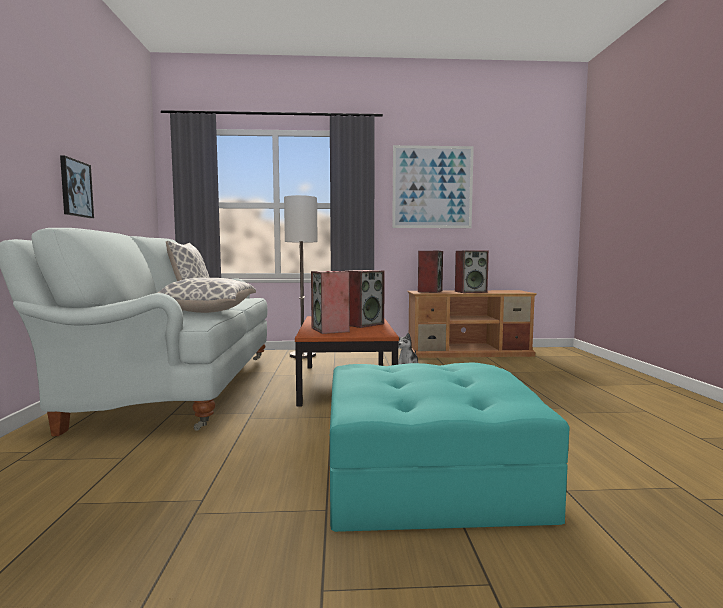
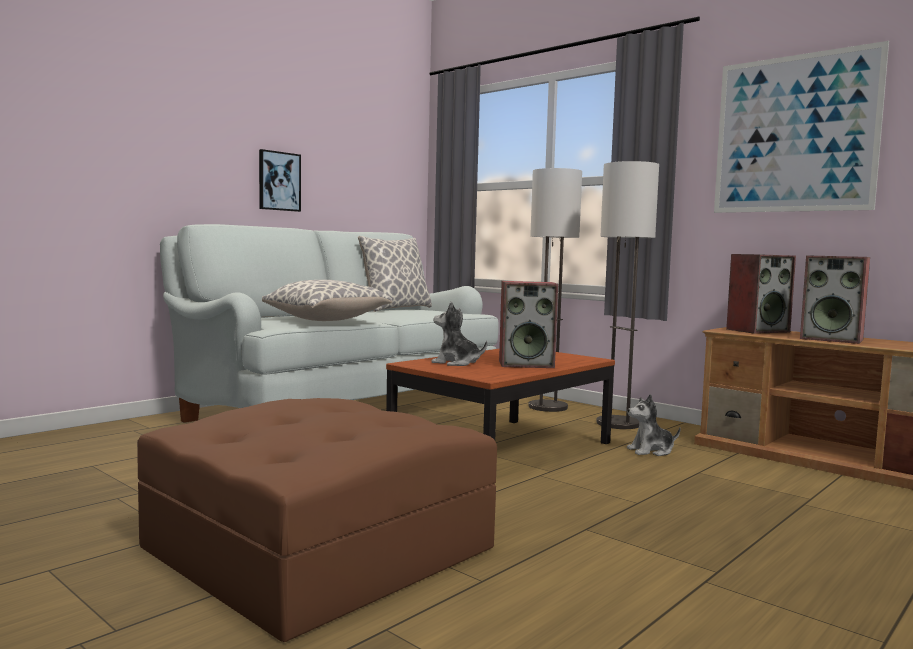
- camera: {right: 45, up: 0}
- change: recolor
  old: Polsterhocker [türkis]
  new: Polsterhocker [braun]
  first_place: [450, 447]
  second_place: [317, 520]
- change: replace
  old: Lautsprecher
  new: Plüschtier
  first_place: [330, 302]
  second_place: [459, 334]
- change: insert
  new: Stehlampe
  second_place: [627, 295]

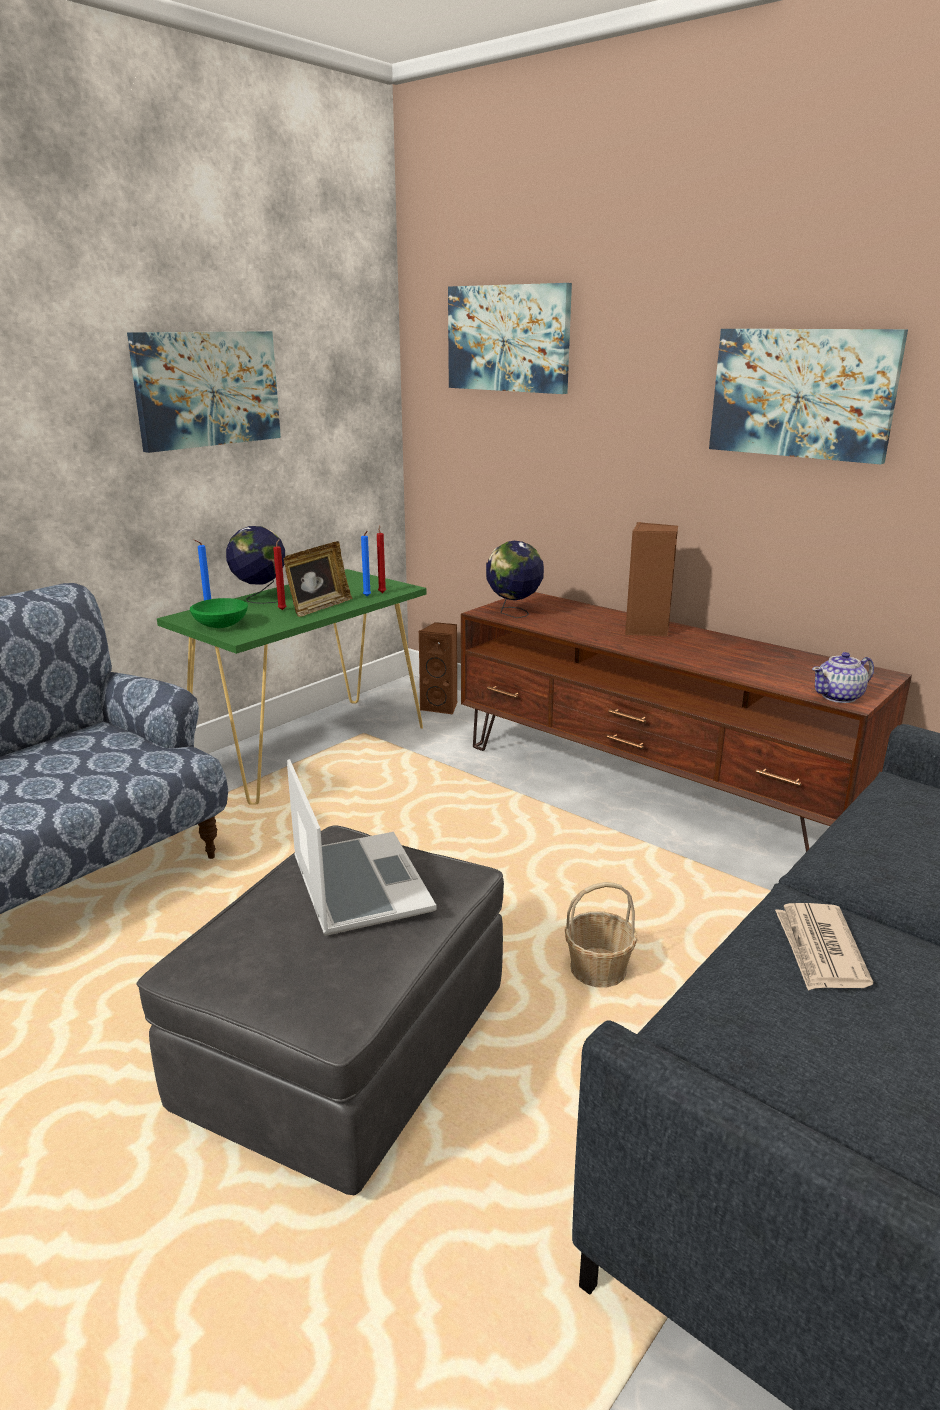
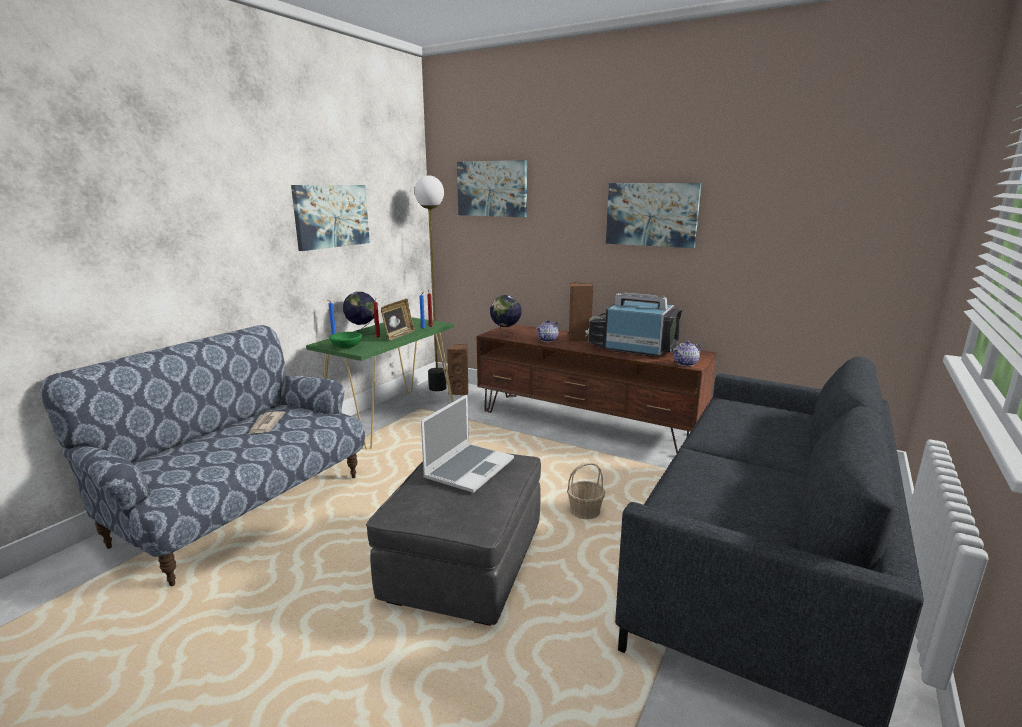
- camera: {right: -10, up: -5}
- change: move
  old: Zeitung
  first_place: [824, 947]
  second_place: [266, 422]
- change: insert
  new: Stehlampe
  second_place: [430, 283]
- change: rotate
  old: Laptop
  first_place: [361, 847]
  second_place: [467, 444]
  degrees: 60
- change: insert
  new: Teekanne
  second_place: [547, 331]
- change: insert
  new: Fernseher
  second_place: [633, 325]

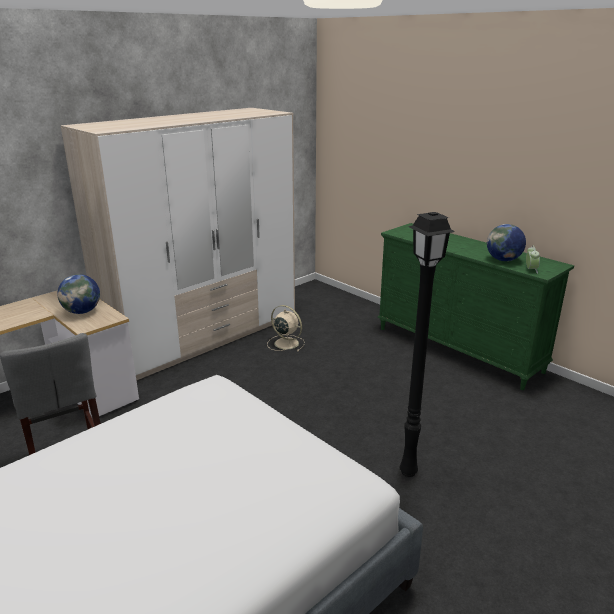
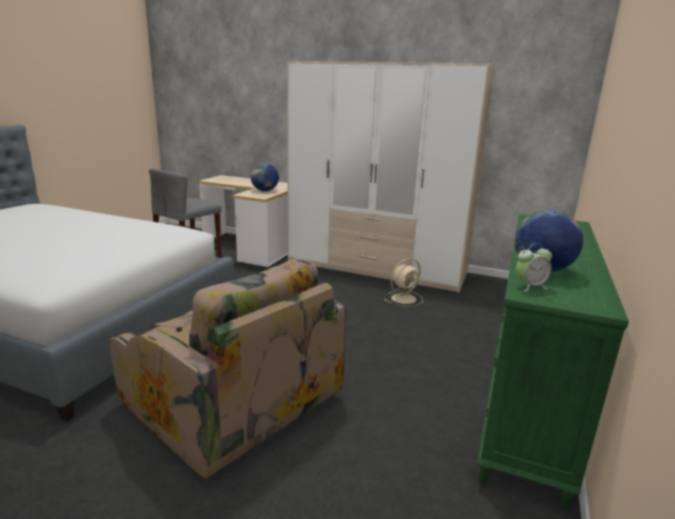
- camera: {right: 65, up: -5}
- change: replace
  old: Stehlampe [schwarz]
  new: Sessel
  first_place: [427, 344]
  second_place: [228, 368]
- change: rotate
  old: Ventilator [beige]
  first_place: [286, 328]
  second_place: [404, 282]
  degrees: 45

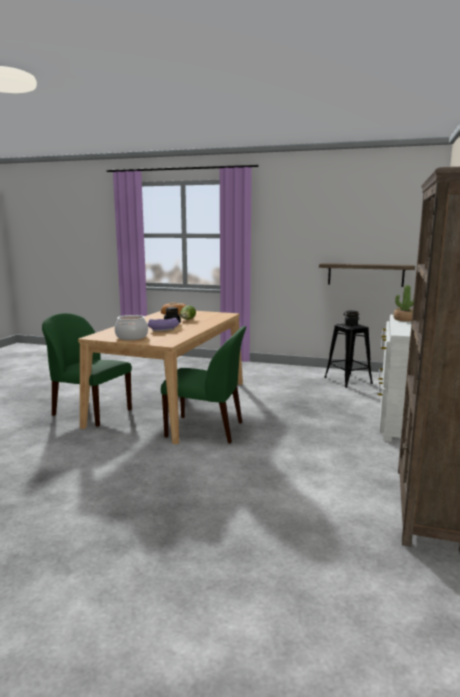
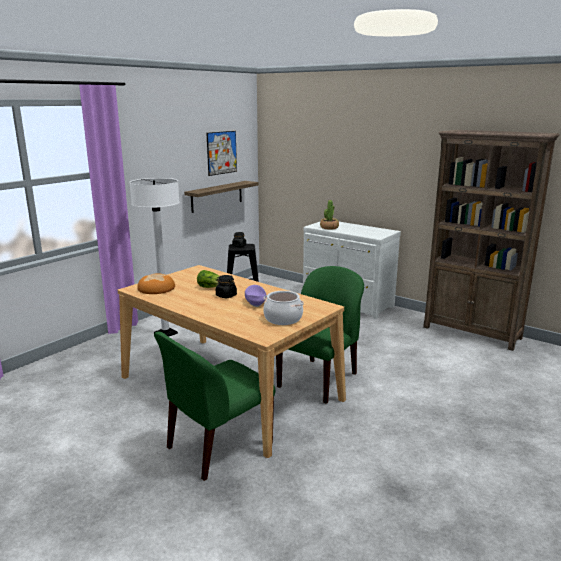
- camera: {right: -70, up: 5}
- change: insert
  new: Stehlampe [weiß]
  second_place: [154, 257]
- change: insert
  new: Bild
  second_place: [222, 153]

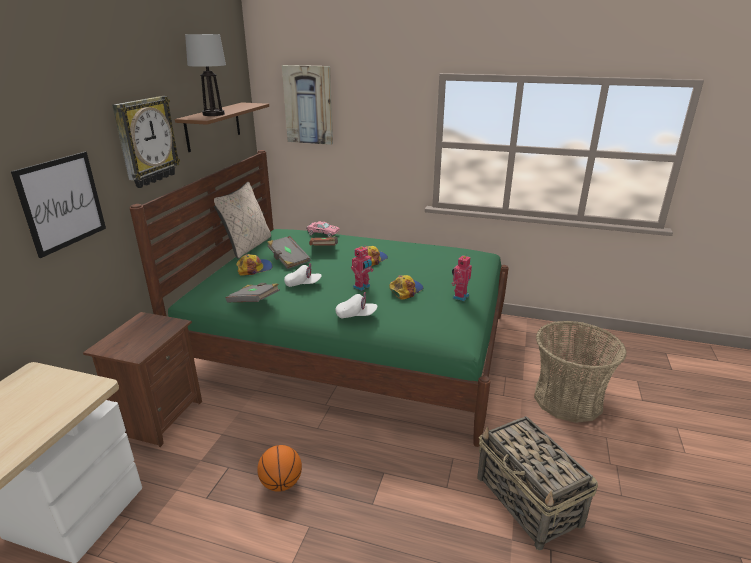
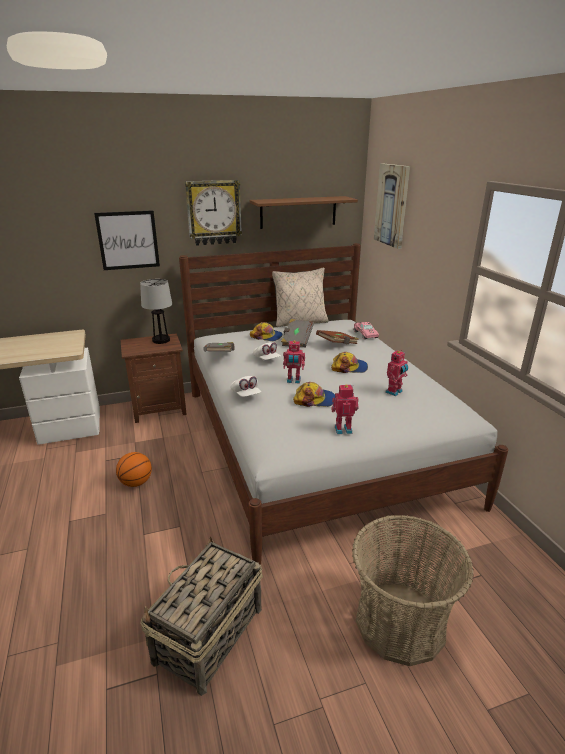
- camera: {right: 55, up: 0}
- change: move
  old: Tischlampe
  first_place: [205, 75]
  second_place: [156, 311]
- change: recolor
  old: Bett [grün]
  new: Bett [weiß]
  first_place: [319, 298]
  second_place: [343, 404]
- change: insert
  new: Spielzeugroboter
  second_place: [396, 373]

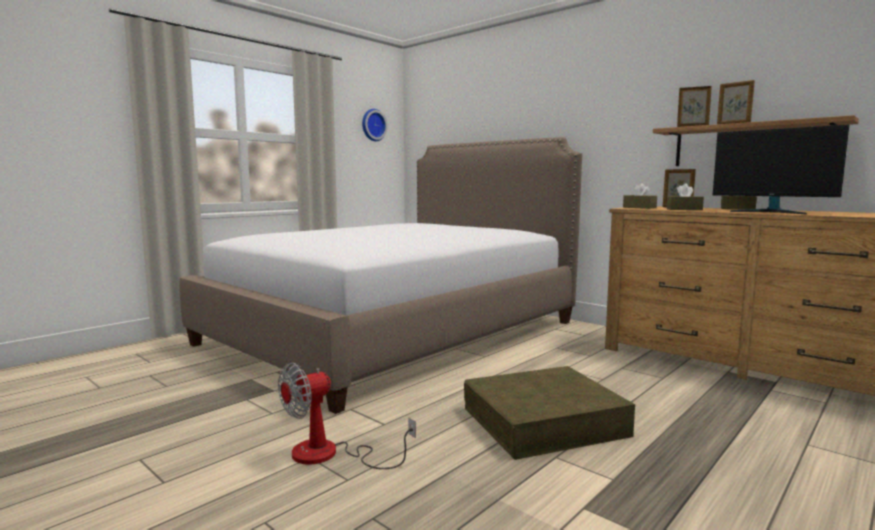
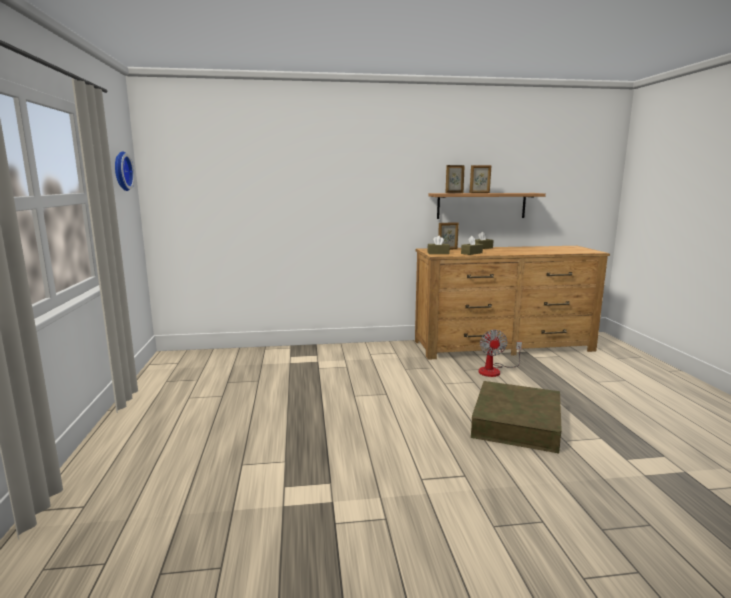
- camera: {right: -50, up: 5}
- change: move
  old: Ventilator
  first_place: [347, 416]
  second_place: [500, 353]
- change: delete
  old: Bett
  first_place: [380, 275]
- change: delete
  old: Monitor
  first_place: [781, 169]

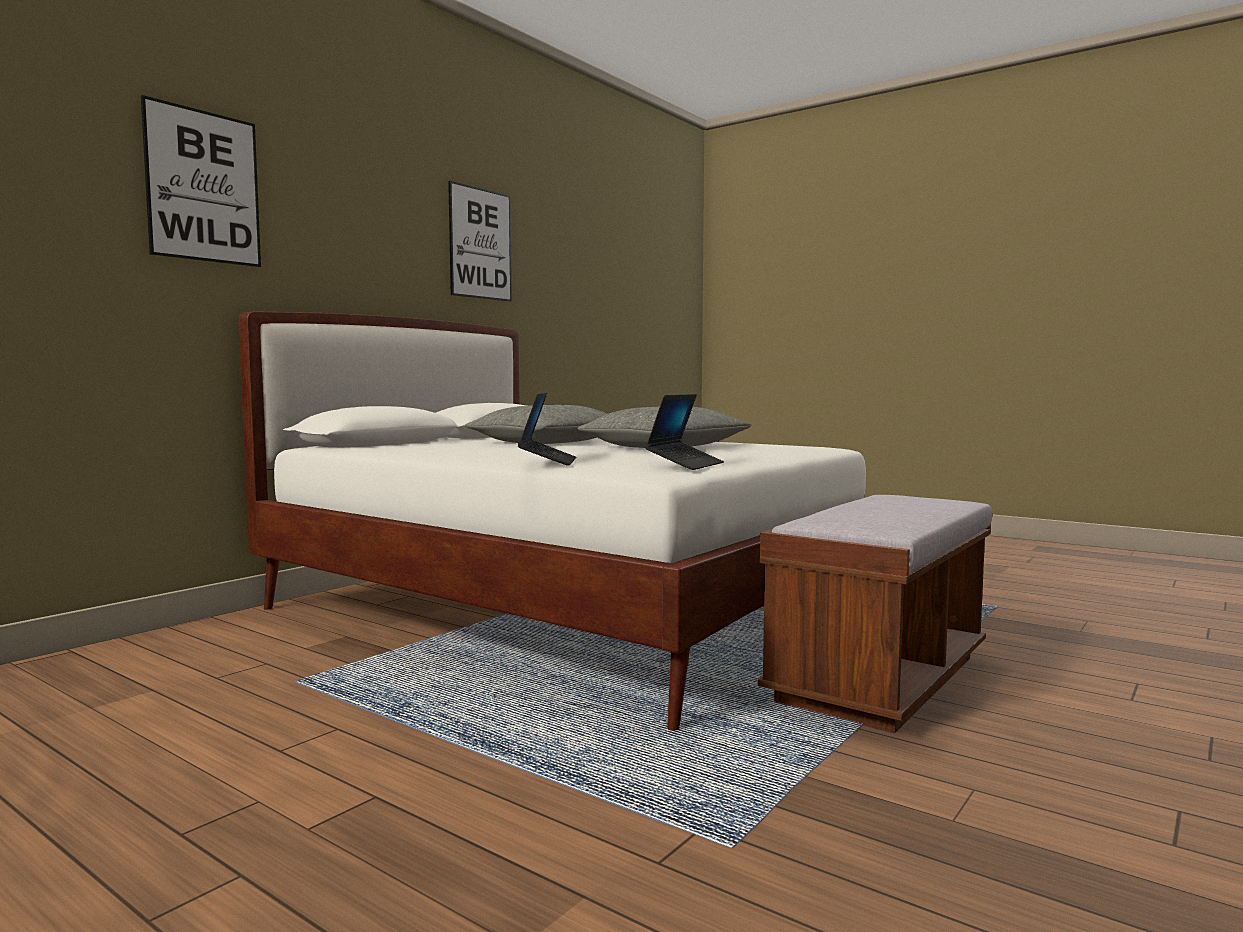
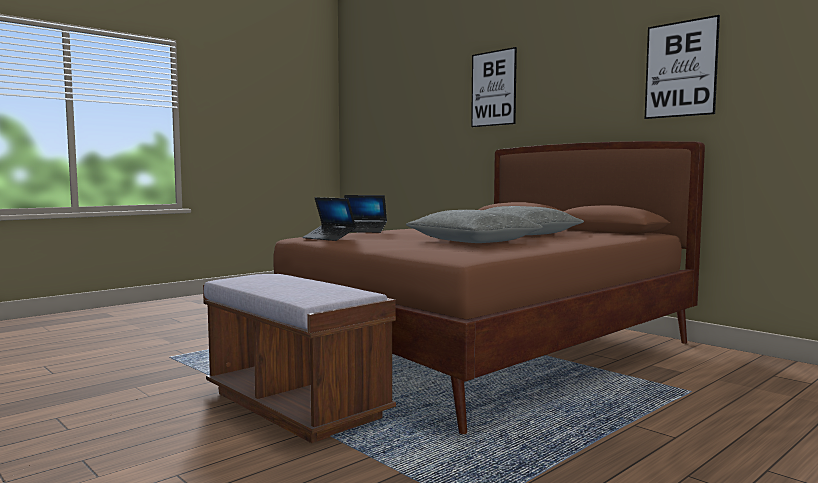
- camera: {right: 100, up: 0}
- change: recolor
  old: Bett [weiß]
  new: Bett [braun]
  first_place: [552, 521]
  second_place: [489, 287]

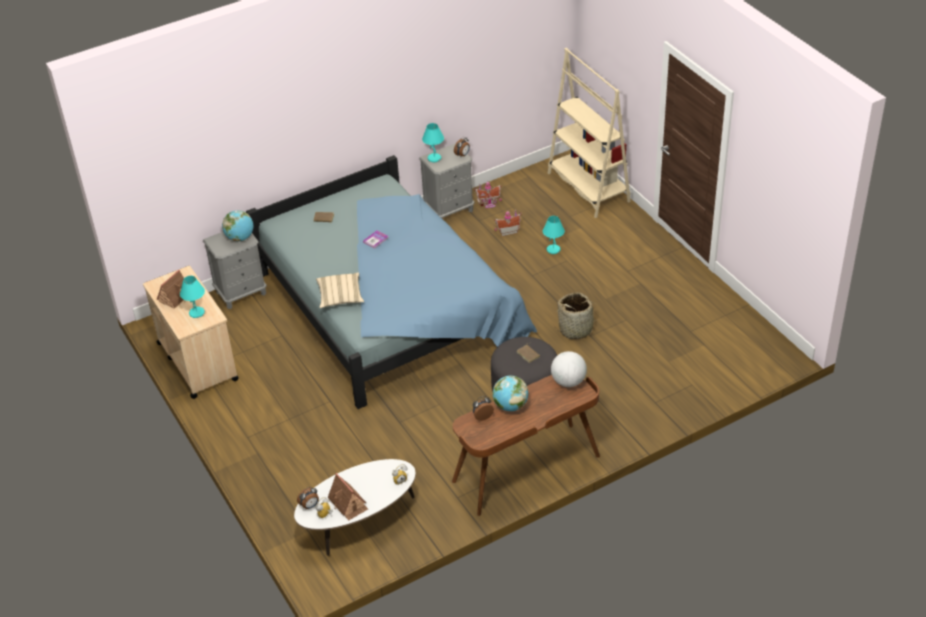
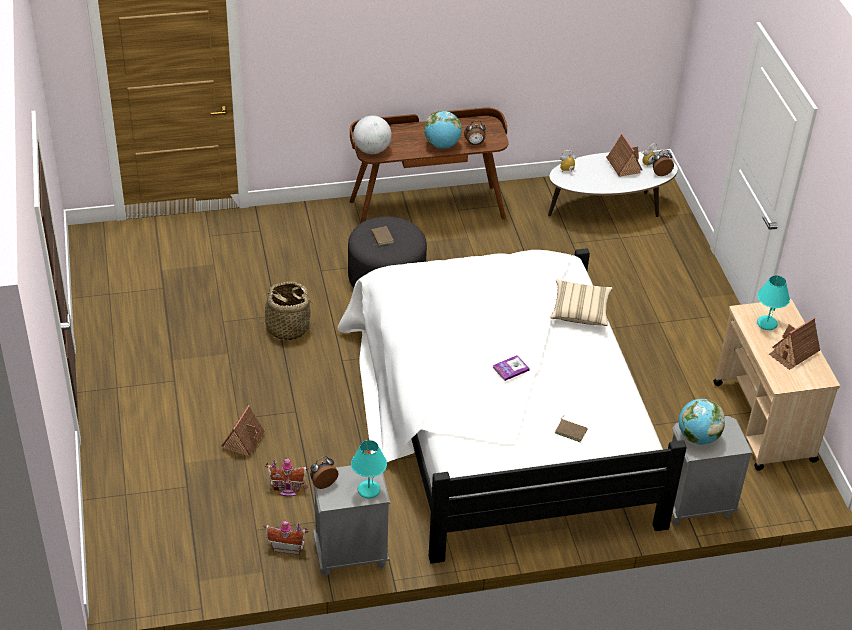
- camera: {right: -165, up: 0}
- change: replace
  old: Tischlampe [türkis]
  new: Spielzeughaus
  first_place: [554, 235]
  second_place: [243, 430]
- change: recolor
  old: Bett [blau]
  new: Bett [weiß]
  first_place: [391, 282]
  second_place: [512, 406]
- change: delete
  old: Bücherregal [beige]
  first_place: [589, 133]

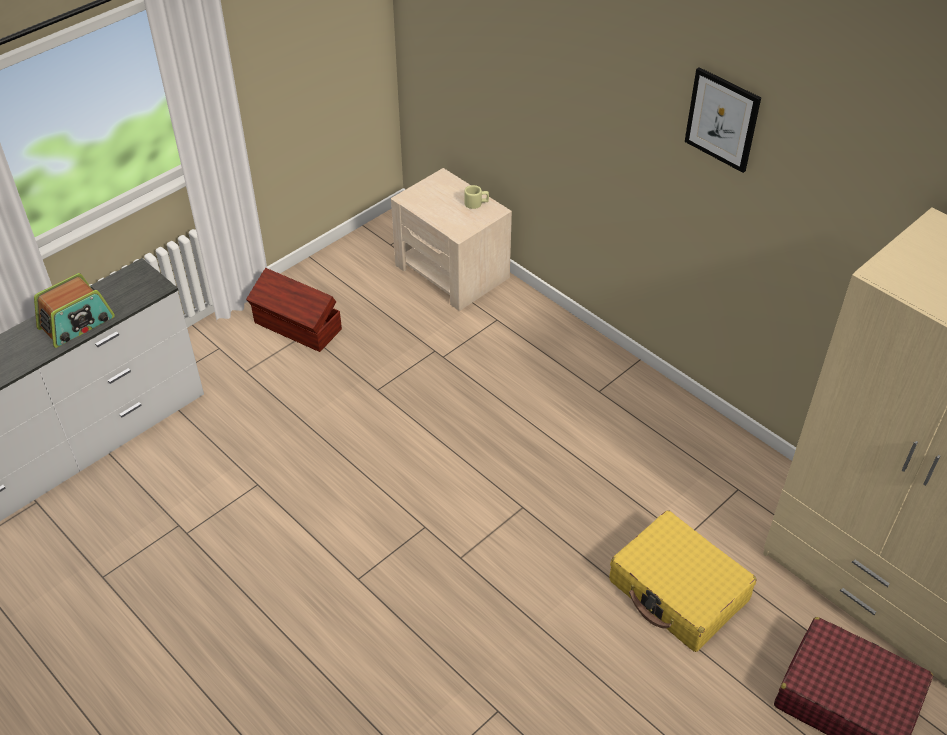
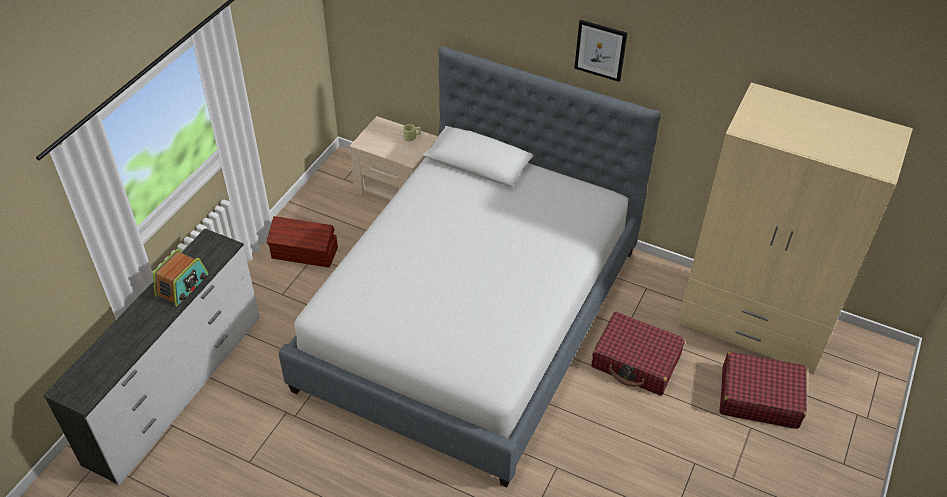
- camera: {right: -20, up: 0}
- change: insert
  new: Bett
  second_place: [470, 266]
- change: recolor
  old: Koffer [gelb]
  new: Koffer [rot]
  first_place: [682, 581]
  second_place: [638, 354]

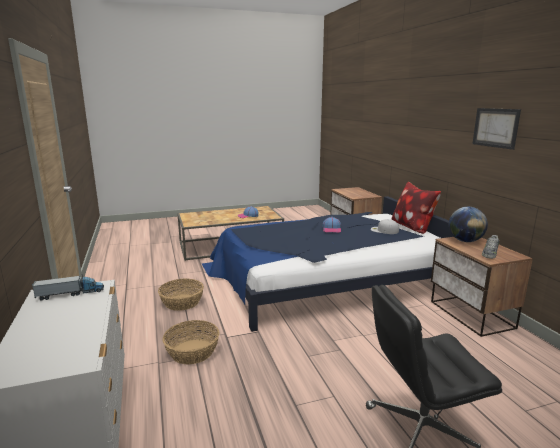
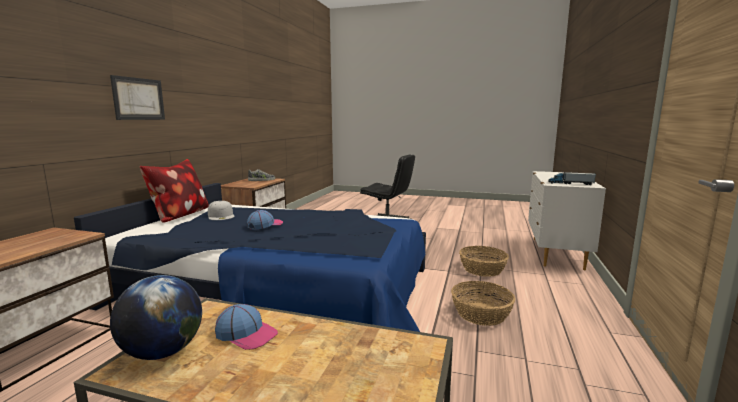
- camera: {right: -145, up: -5}
- change: move
  old: Bild
  first_place: [496, 129]
  second_place: [137, 97]
- change: move
  old: Globus
  first_place: [468, 224]
  second_place: [156, 317]

